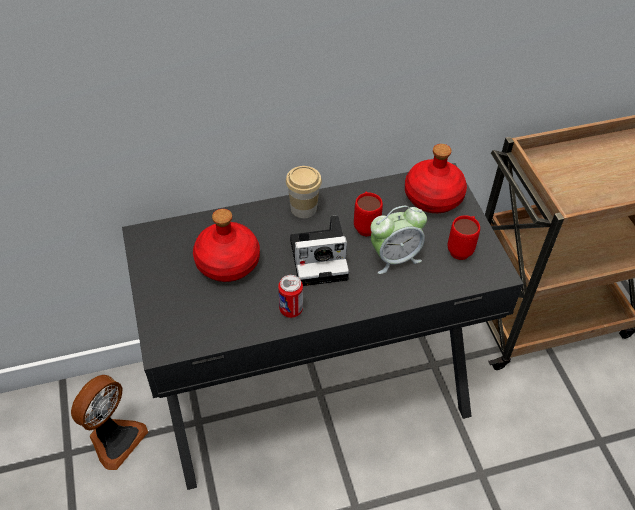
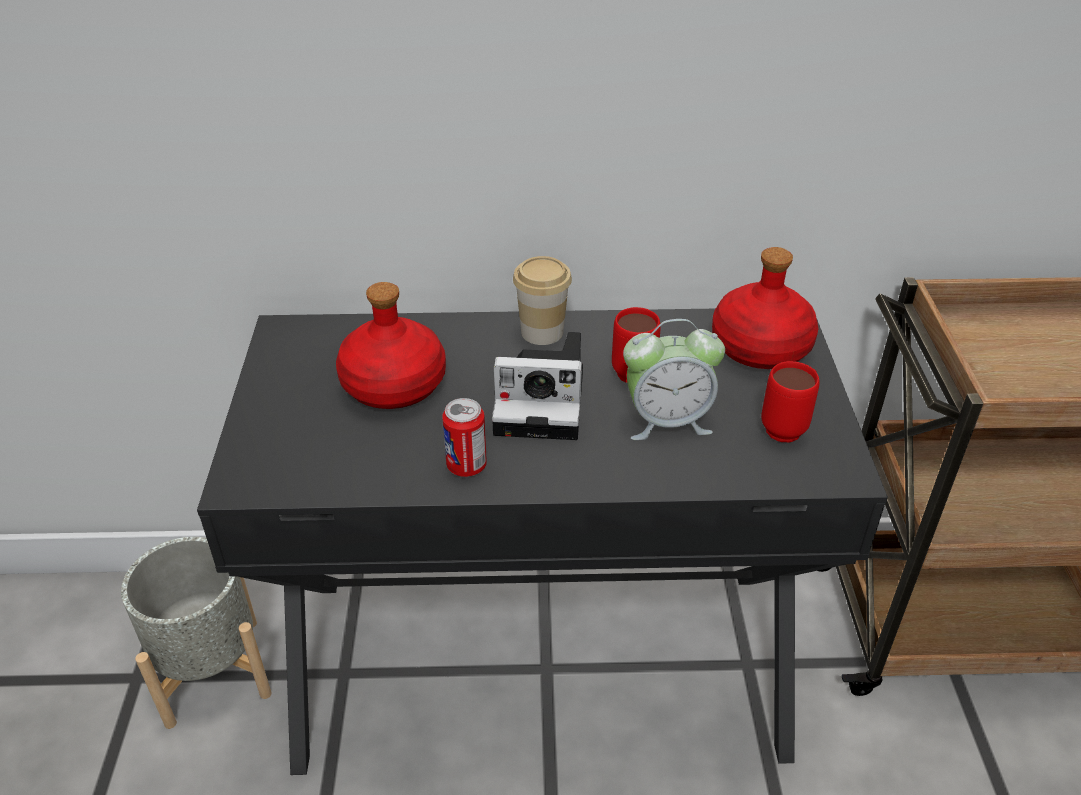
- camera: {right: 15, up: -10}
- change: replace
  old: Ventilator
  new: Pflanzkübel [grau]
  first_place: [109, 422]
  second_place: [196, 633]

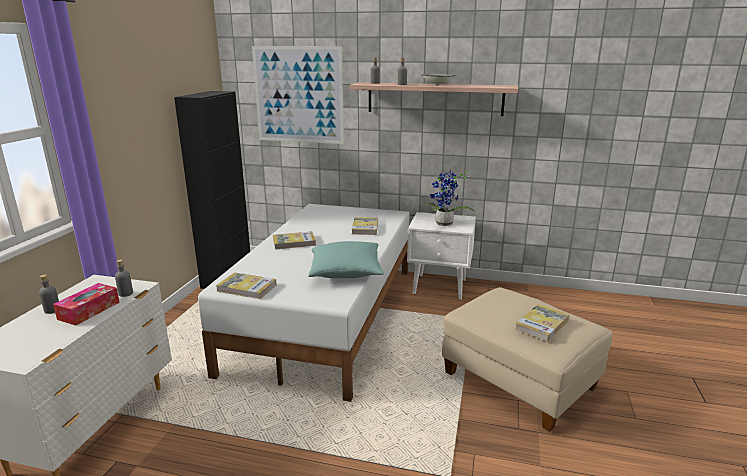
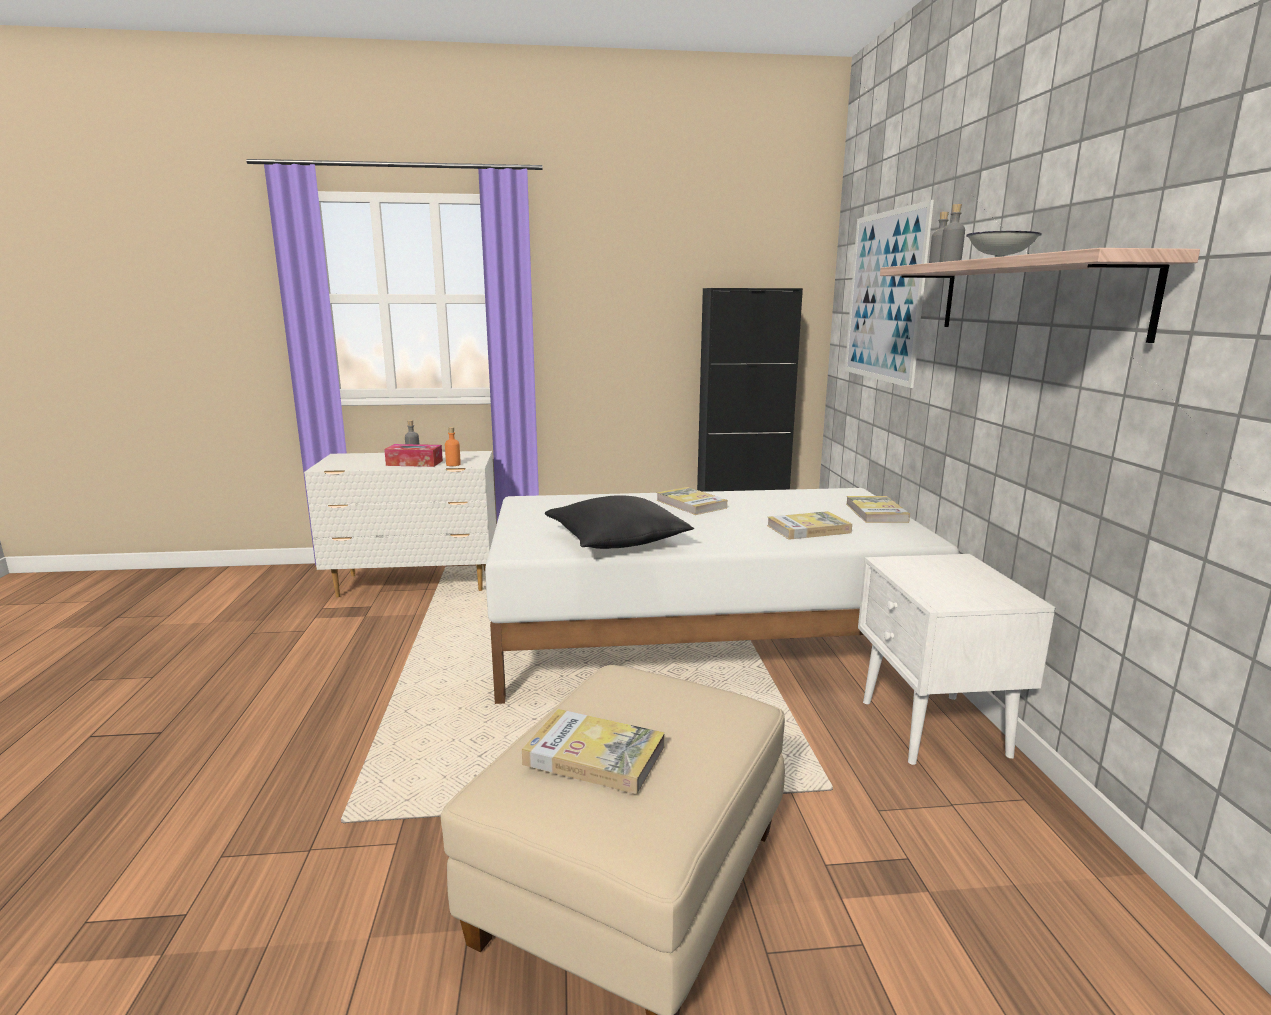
- camera: {right: 70, up: -5}
- change: recolor
  old: Flasche [grau]
  new: Flasche [orange]
  first_place: [124, 278]
  second_place: [453, 446]
- change: recolor
  old: Kissen [türkis]
  new: Kissen [schwarz]
  first_place: [346, 259]
  second_place: [619, 522]
- change: move
  old: Buch
  first_place: [246, 286]
  second_place: [878, 509]
- change: delete
  old: Topfpflanze
  first_place: [449, 198]

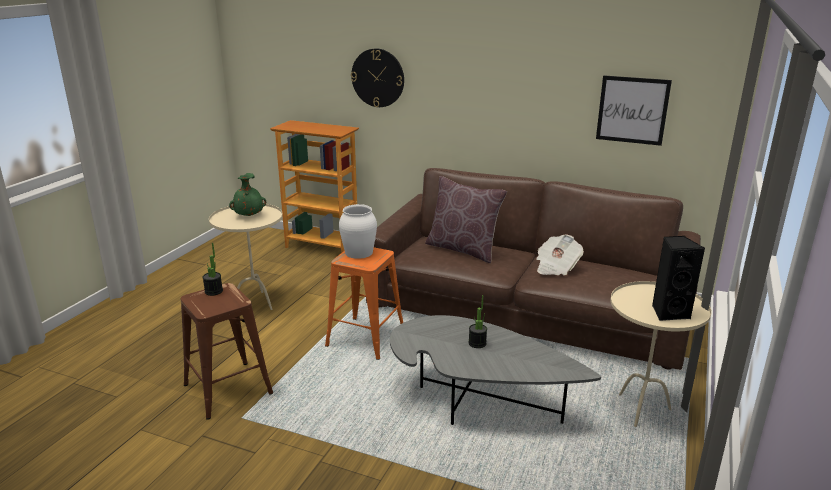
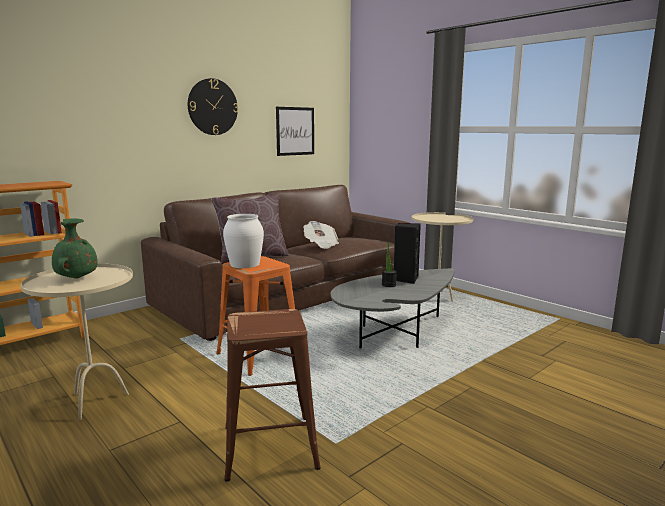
- camera: {right: -65, up: -10}
- change: move
  old: Wanduhr
  first_place: [377, 77]
  second_place: [213, 106]
- change: move
  old: Lautsprecher [schwarz]
  first_place: [678, 278]
  second_place: [407, 253]
- change: delete
  old: Topfpflanze
  first_place: [212, 269]

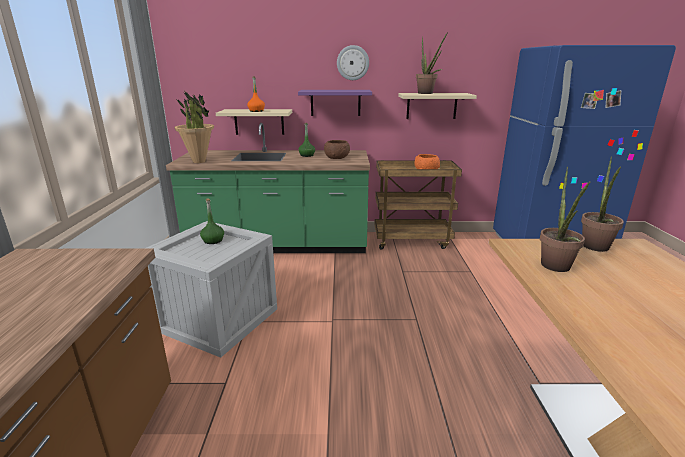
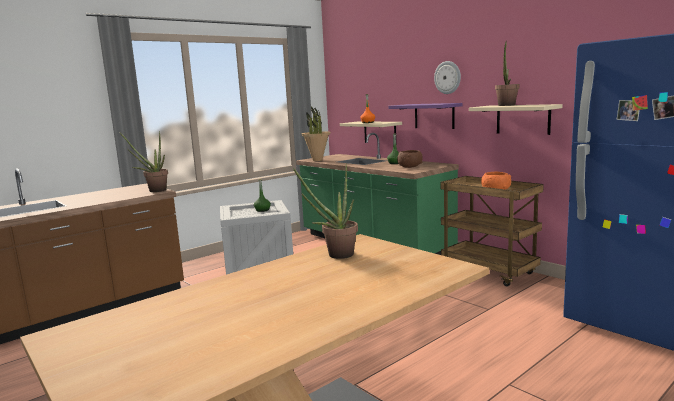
- camera: {right: 50, up: -10}
- change: move
  old: Topfpflanze
  first_place: [602, 204]
  second_place: [143, 161]

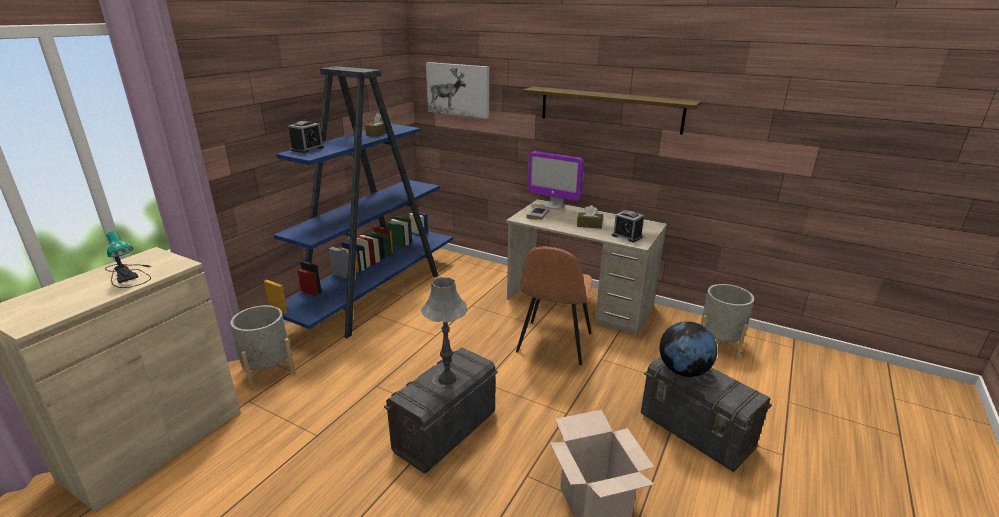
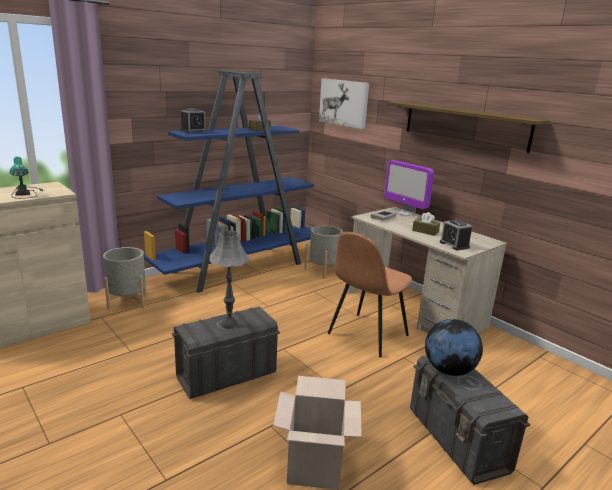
- camera: {right: 20, up: -5}
- change: move
  old: Pflanzkübel [grau]
  first_place: [727, 321]
  second_place: [323, 252]

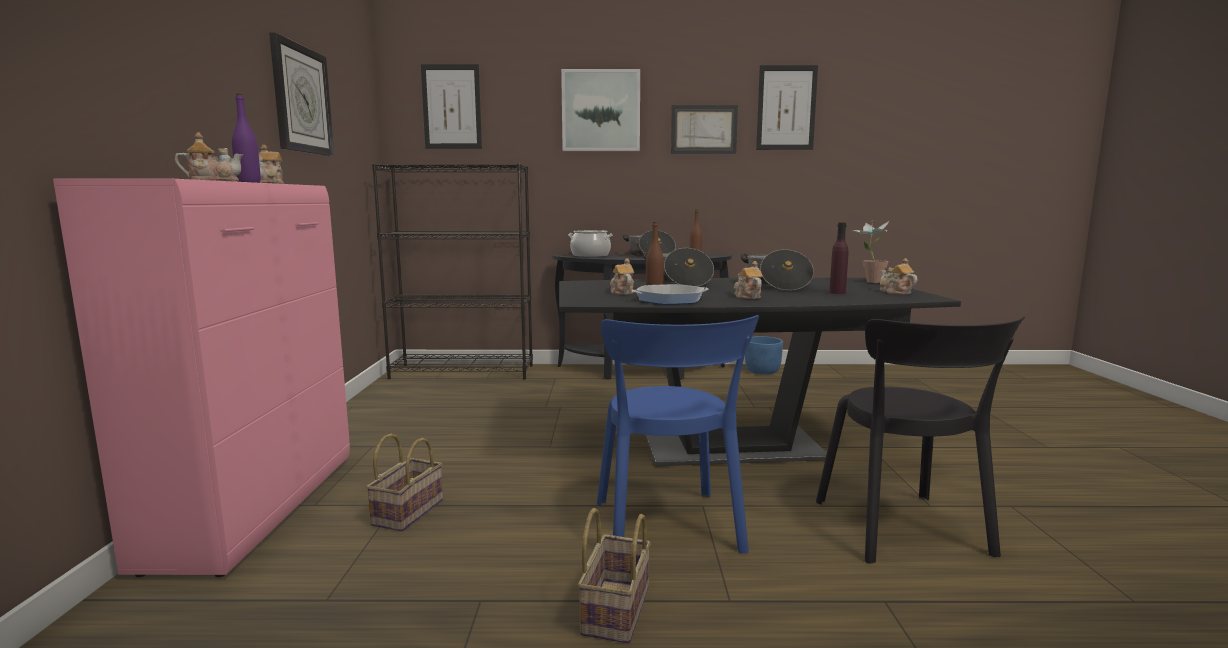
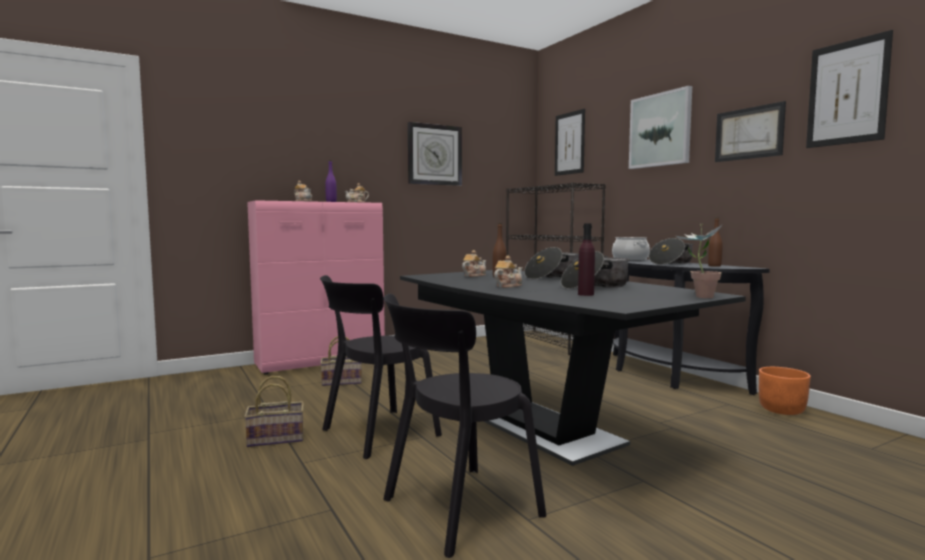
- camera: {right: 60, up: -5}
- change: recolor
  old: Stuhl [blau]
  new: Stuhl [schwarz]
  first_place: [678, 434]
  second_place: [381, 367]
- change: recolor
  old: Pflanzkübel [blau]
  new: Pflanzkübel [orange]
  first_place: [764, 355]
  second_place: [785, 391]
- change: delete
  old: Pfanne
  first_place: [670, 294]
- change: delete
  old: Teekanne
  first_place: [898, 276]

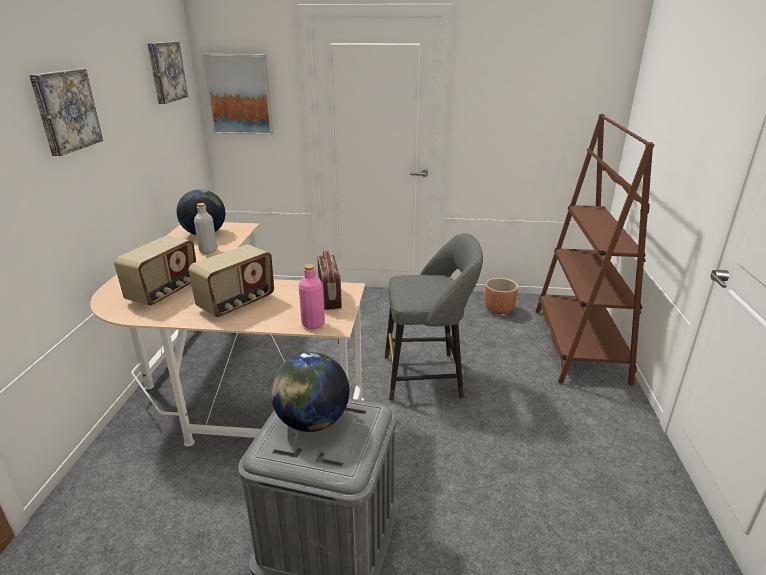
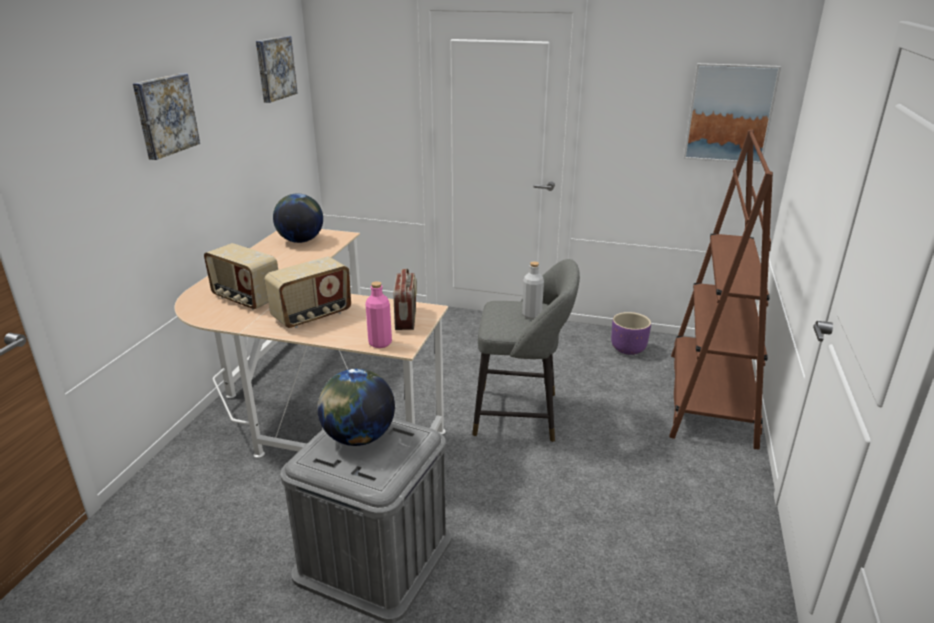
- camera: {right: 10, up: 0}
- change: rotate
  old: Radio
  first_place: [155, 271]
  second_place: [241, 276]
  degrees: 90
- change: move
  old: Flasche [grau]
  first_place: [205, 228]
  second_place: [533, 290]
- change: recolor
  old: Pflanzkübel [braun]
  new: Pflanzkübel [lila]
  first_place: [501, 296]
  second_place: [631, 333]
- change: move
  old: Bild
  first_place: [238, 94]
  second_place: [732, 113]

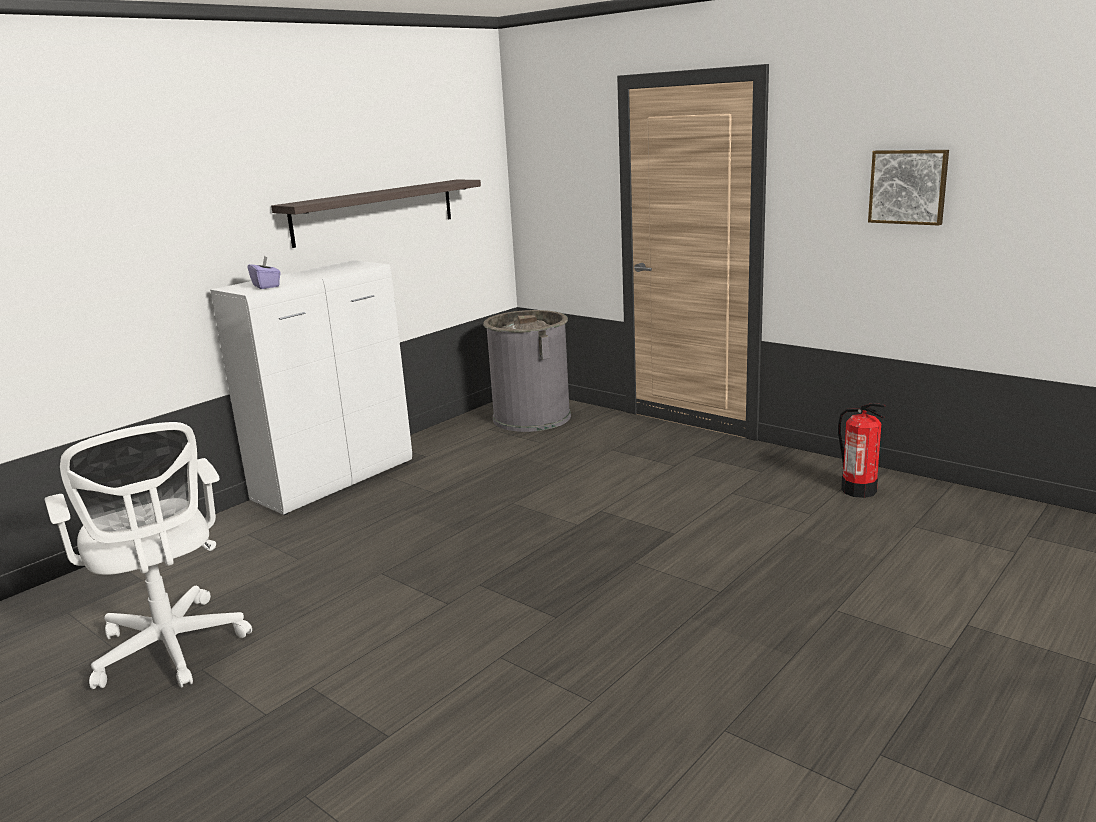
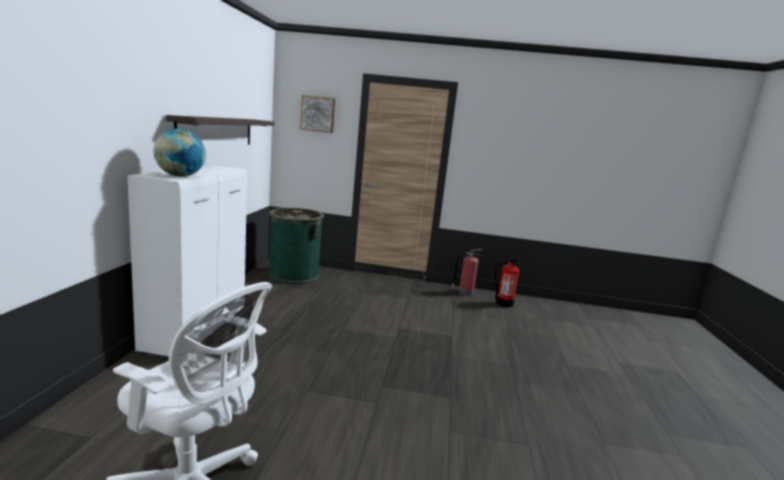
- camera: {right: -35, up: -5}
- change: replace
  old: Taschentuchbox [lila]
  new: Globus
  first_place: [264, 272]
  second_place: [179, 152]
- change: recolor
  old: Mülleimer [grau]
  new: Mülleimer [grün]
  first_place: [527, 371]
  second_place: [296, 246]
- change: move
  old: Bild
  first_place: [908, 187]
  second_place: [317, 114]
- change: insert
  new: Feuerlöscher
  second_place: [467, 272]

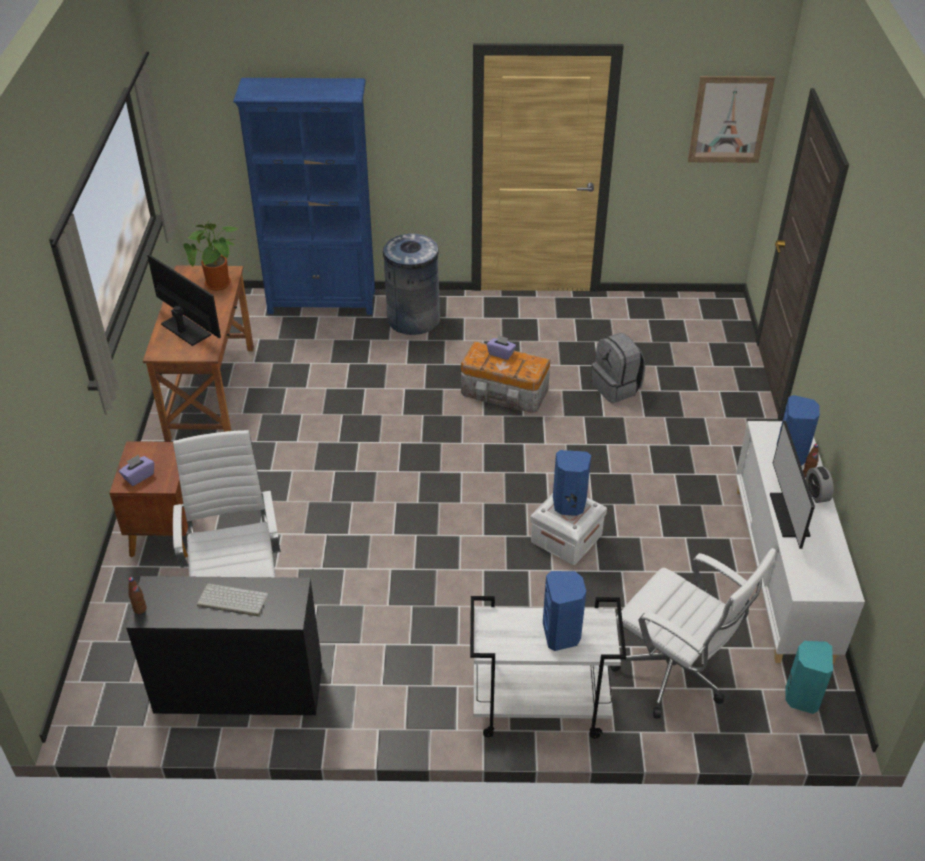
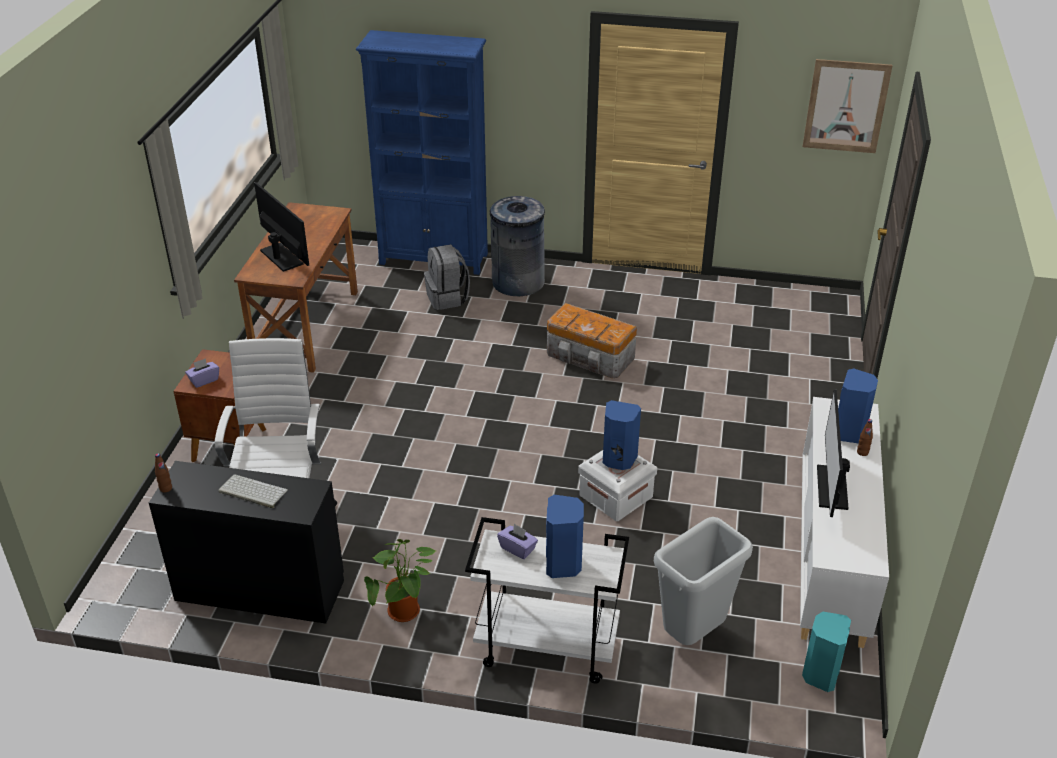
- camera: {right: 10, up: -5}
- change: move
  old: Topfpflanze
  first_place: [211, 256]
  second_place: [400, 580]
- change: move
  old: Rucksack [grau]
  first_place: [618, 368]
  second_place: [447, 277]
- change: move
  old: Taschentuchbox [lila]
  first_place: [501, 347]
  second_place: [517, 541]
- change: replace
  old: Bürostuhl [weiß]
  new: Mülleimer [grau]
  first_place: [693, 633]
  second_place: [703, 581]
- change: delete
  old: Wecker
  first_place: [820, 484]

